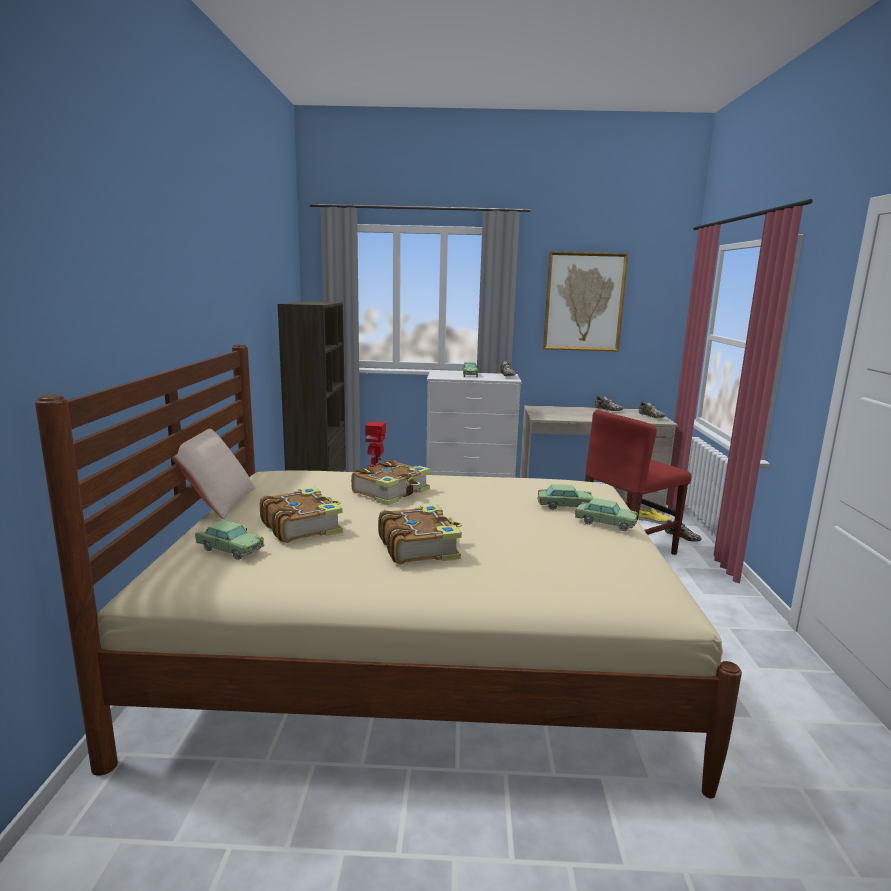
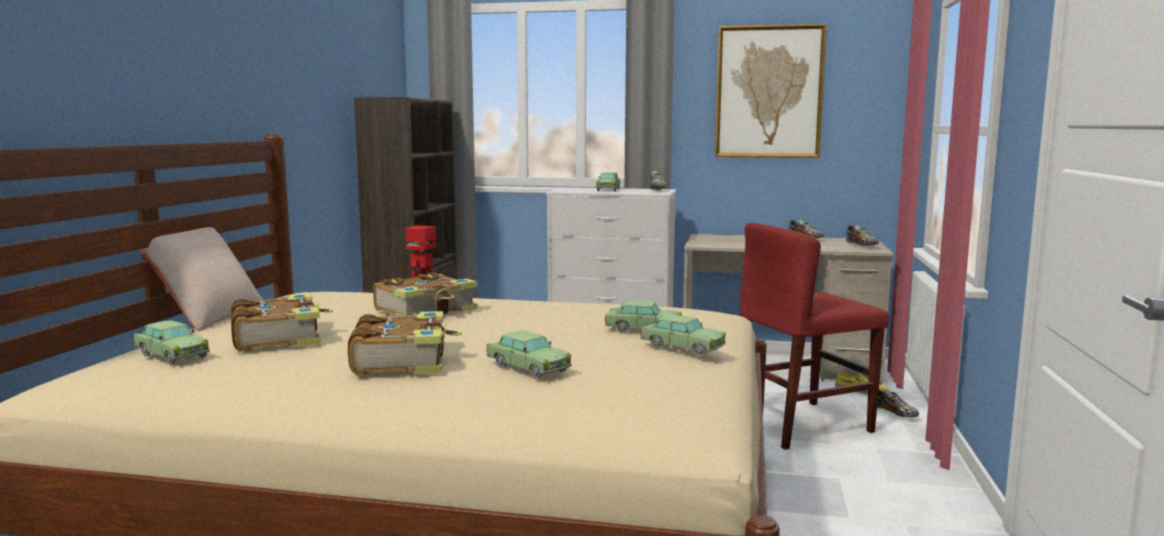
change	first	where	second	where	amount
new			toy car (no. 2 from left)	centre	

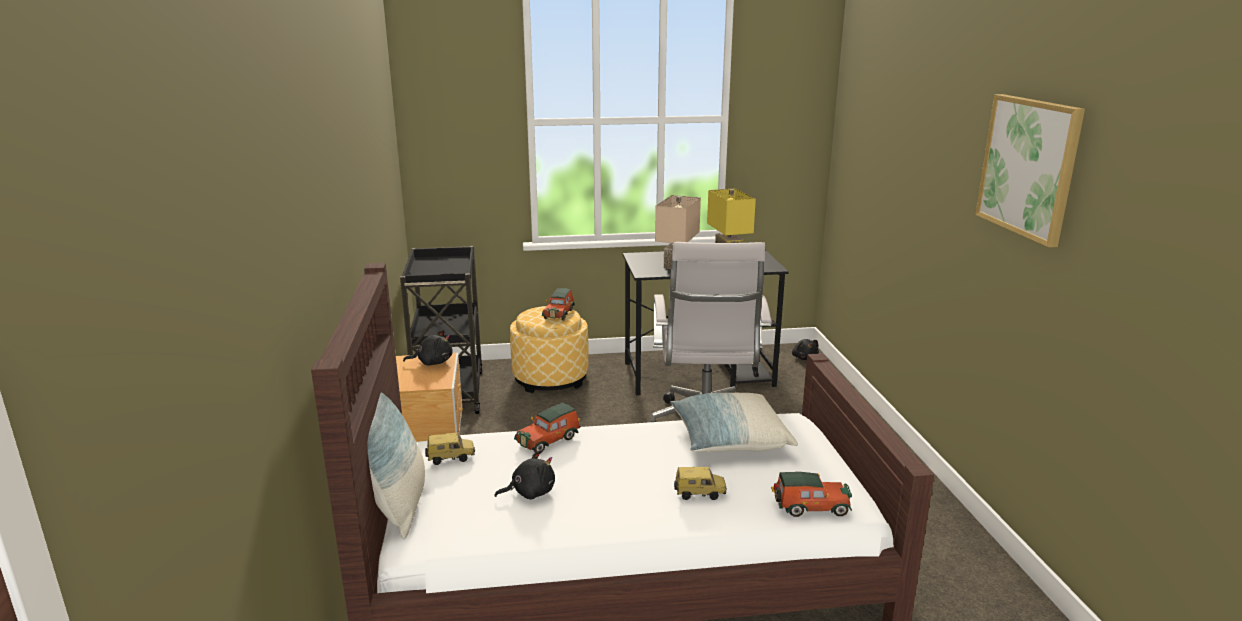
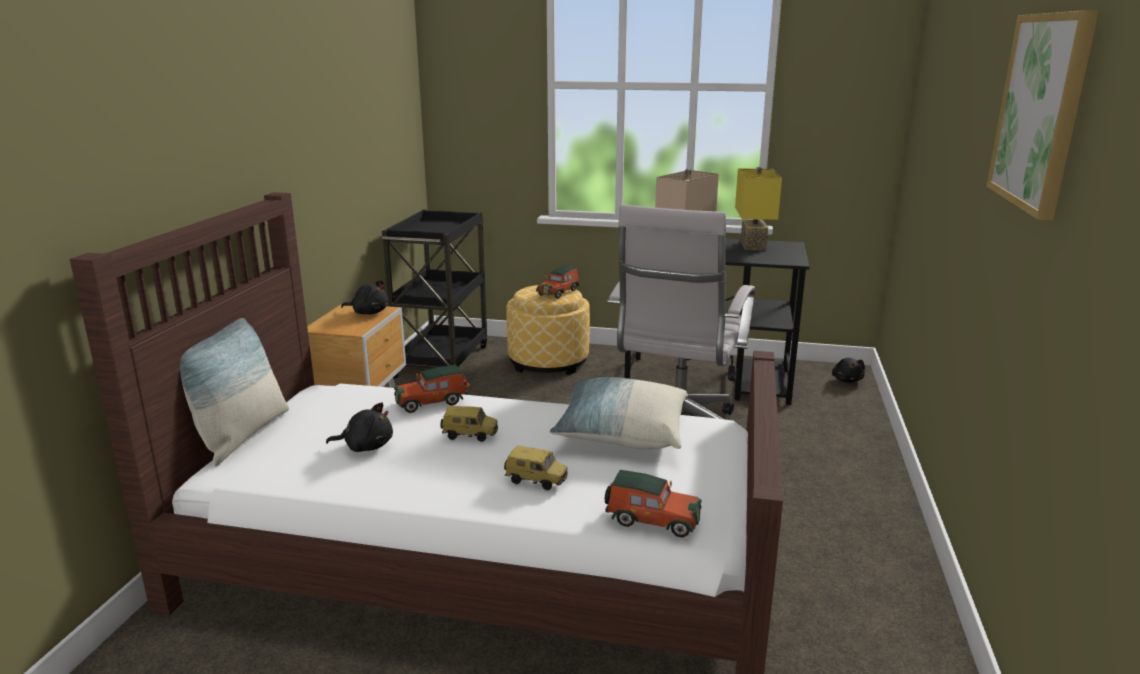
change	first	where	second	where	amount
shifted	toy car (no. 1 from left in the first image)	bottom centre	toy car (no. 2 from left)	centre	

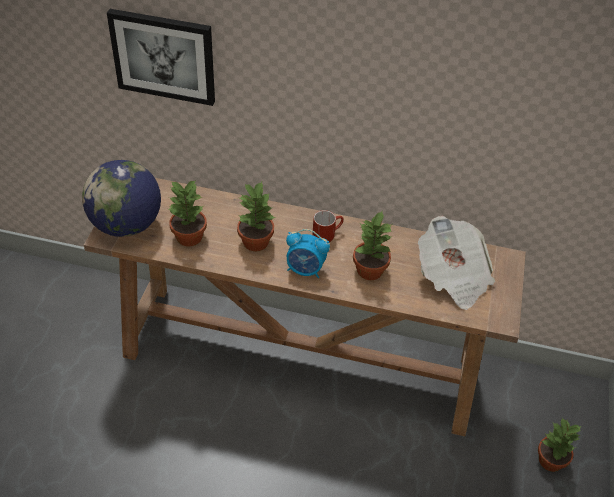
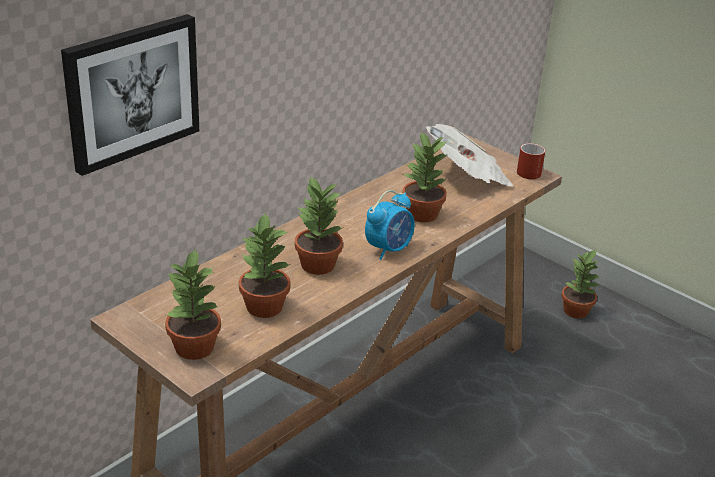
change	first	where	second	where	amount
shifted	red mug	centre		middle right	
swapped	globe	middle left	potted plant (no. 1 from left)	middle left	

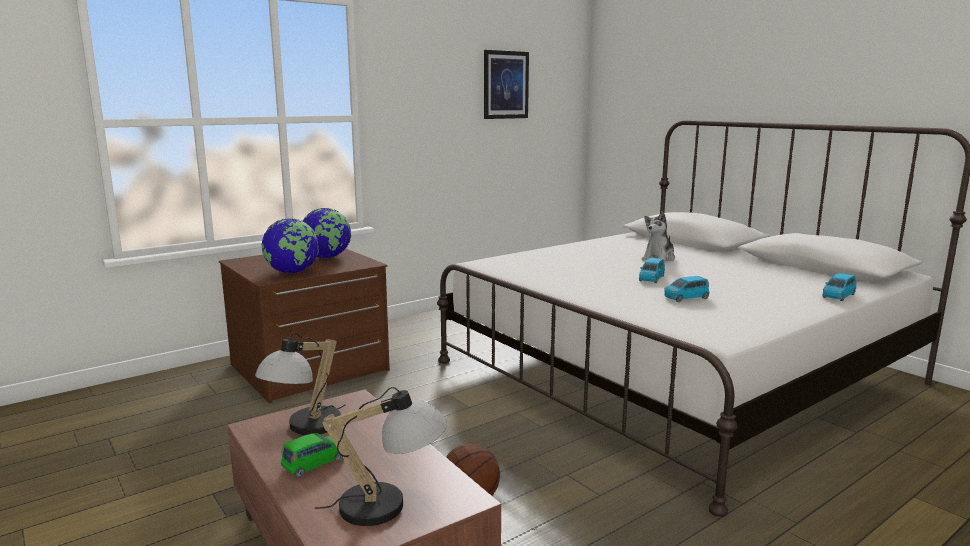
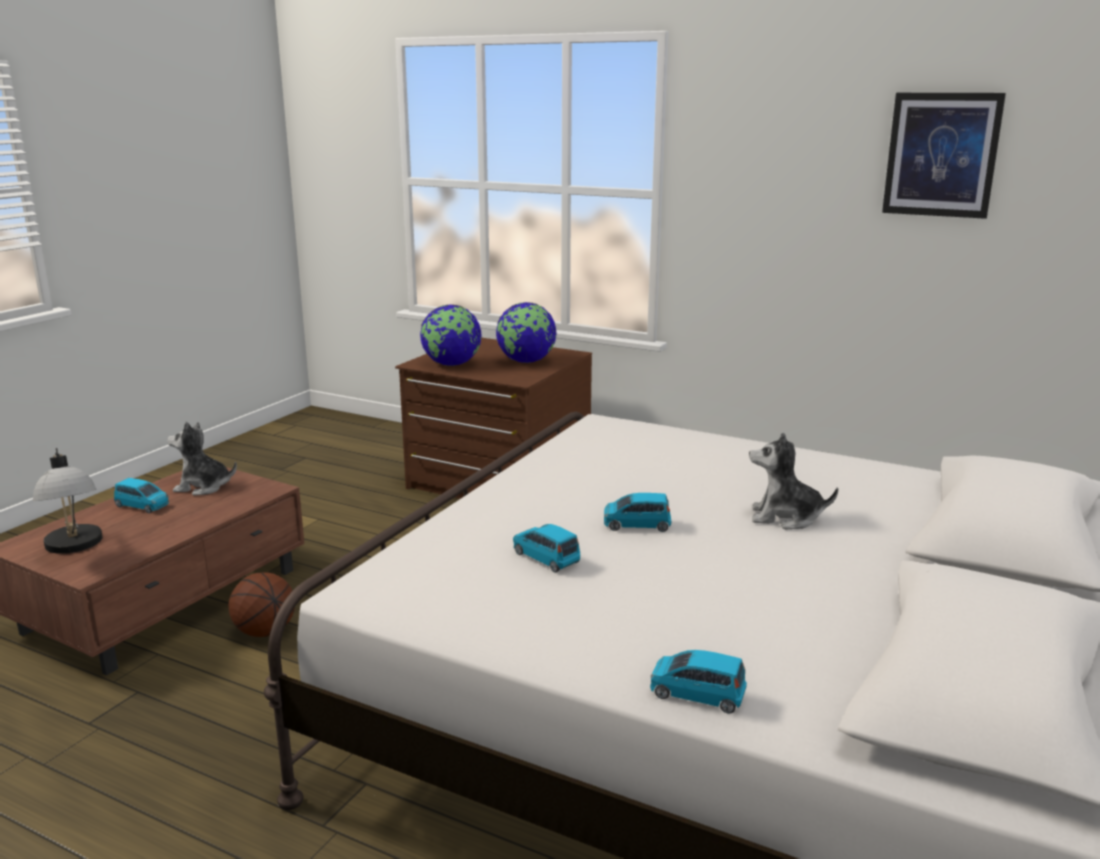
change	first	where	second	where	amount
swapped	table lamp (no. 1 from left)	bottom left	plush toy (no. 1 from left)	middle left	
repainted	green toy car	bottom left	blue toy car (no. 1 from left)	middle left	

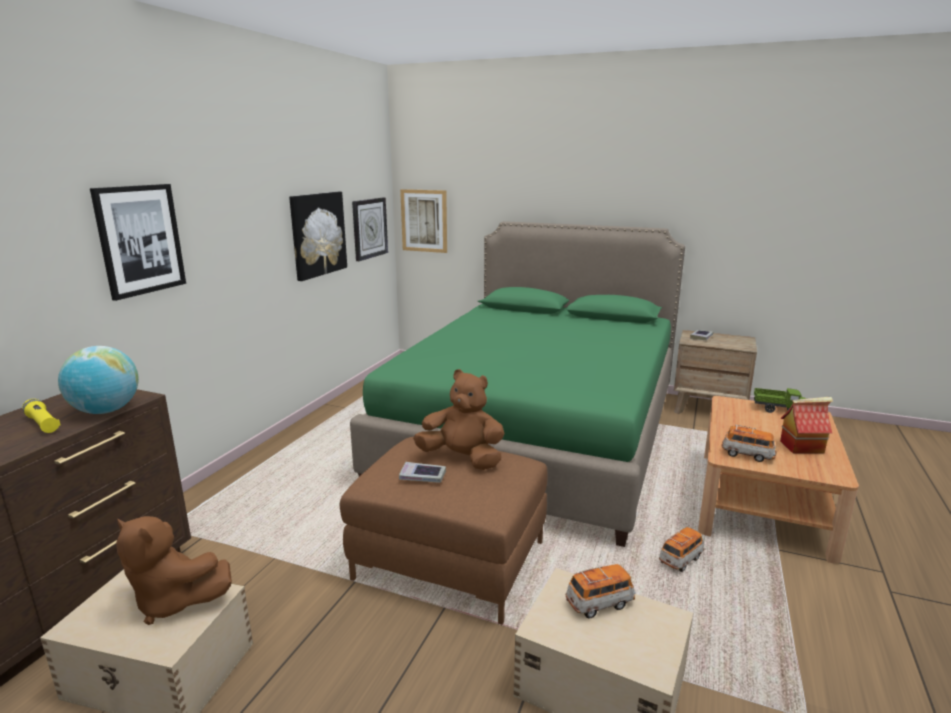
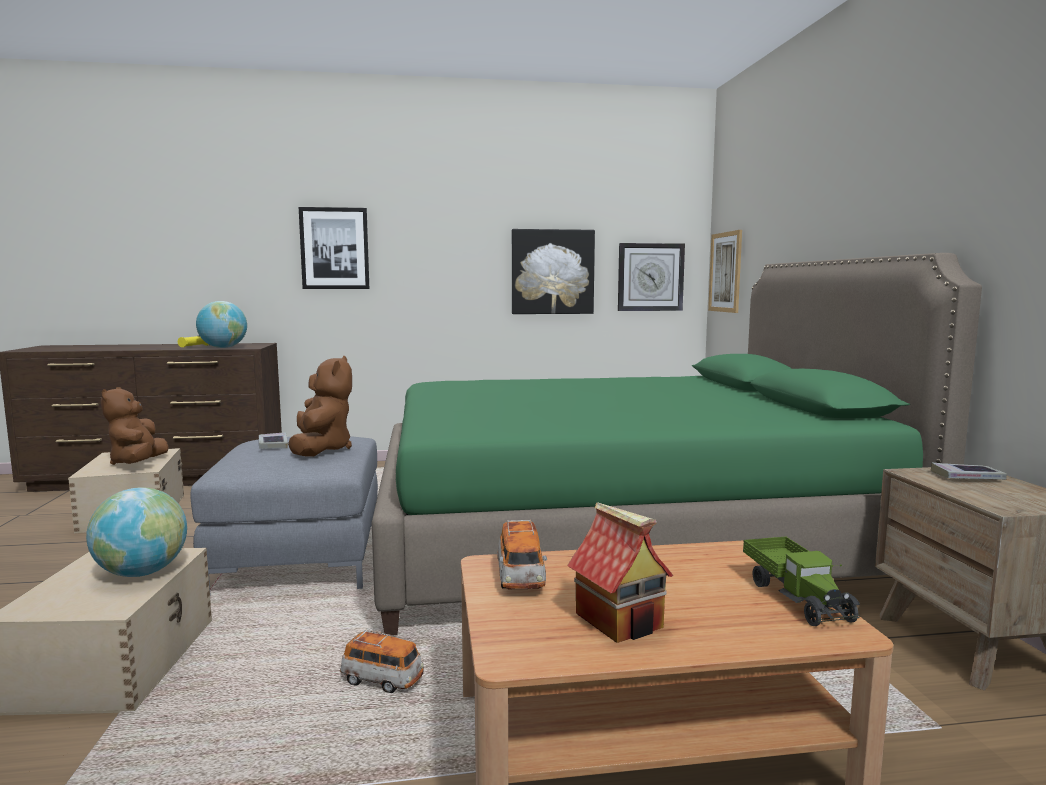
change	first	where	second	where	amount
swapped	toy car (no. 1 from left)	bottom centre	globe (no. 1 from left)	bottom left	
repainted	brown ottoman	bottom centre	grey ottoman	middle left	

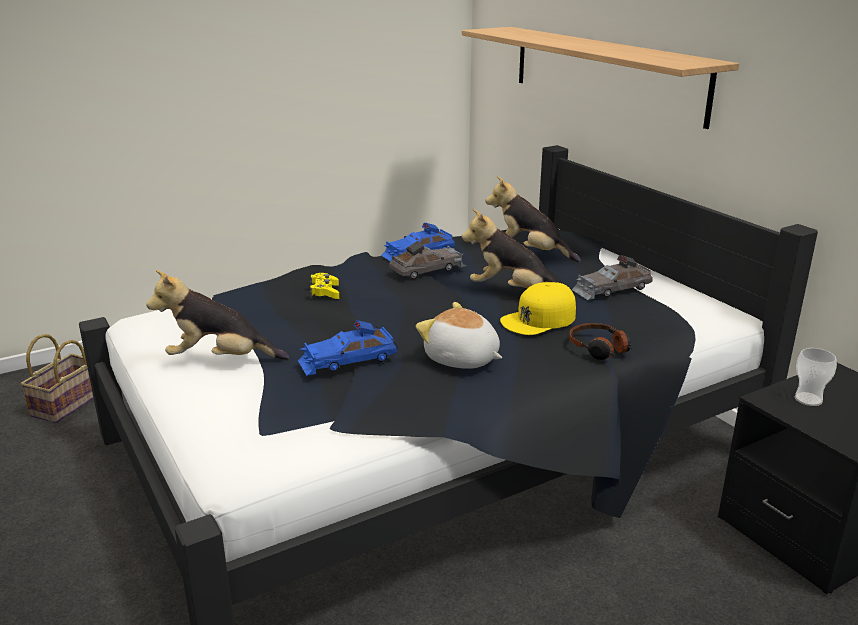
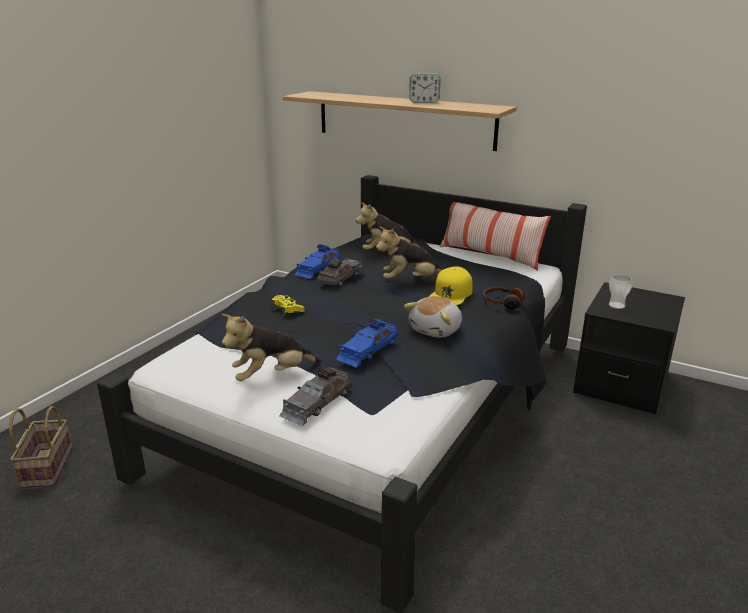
change	first	where	second	where	amount
new			alarm clock	top centre	
new			pillow	centre	
shifted	grey toy car (no. 2 from left in the first image)	middle right	grey toy car (no. 1 from left)	centre	
rotated	plush toy (no. 2 from left in the first image)	centre	plush toy (no. 4 from left)	centre	60 degrees counterclockwise

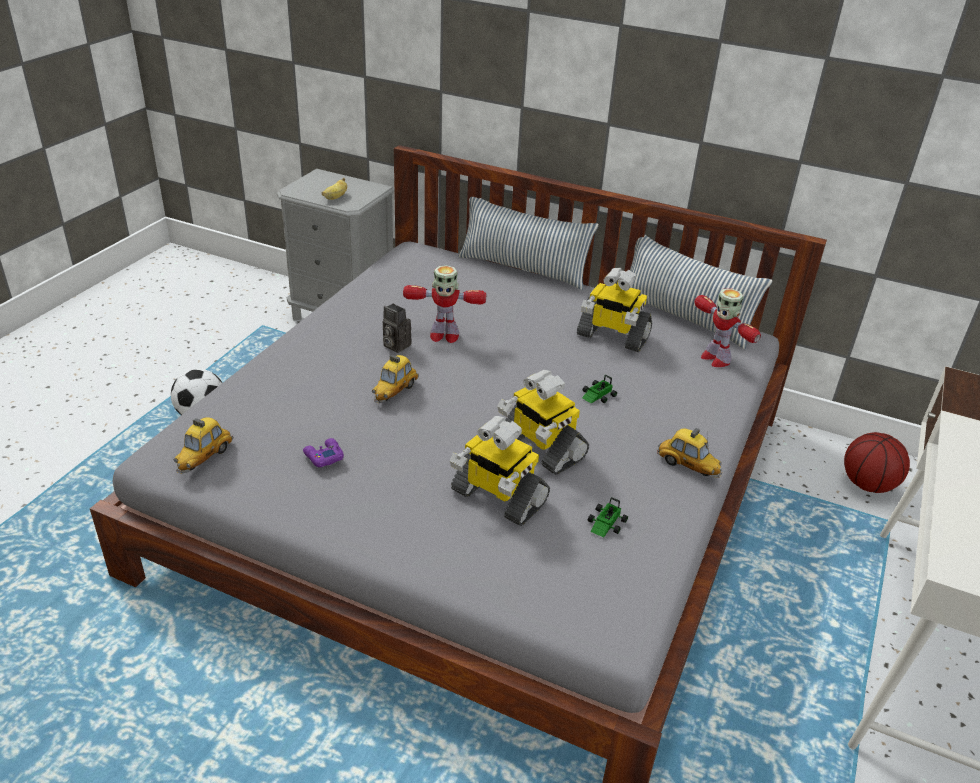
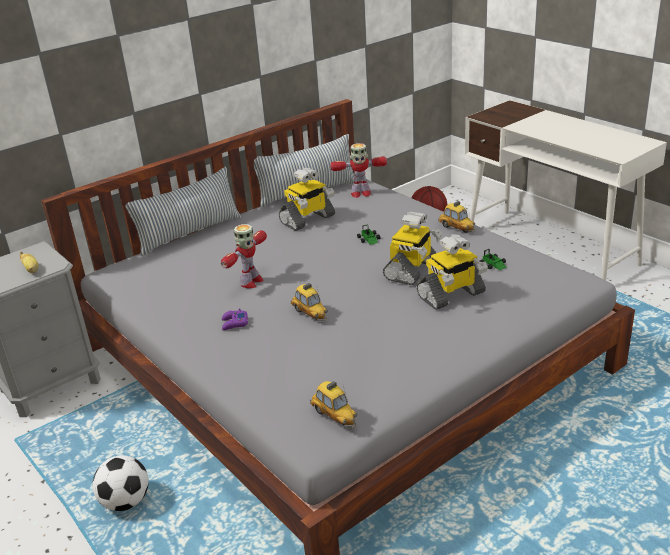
change	first	where	second	where	amount
gone	photo camera	centre			
shifted	purple game controller	middle left		centre	
rotated	toy robot (no. 3 from left in the first image)	centre	toy robot (no. 4 from left)	centre	45 degrees counterclockwise
rotated	toy car (no. 5 from left in the first image)	middle right	toy car (no. 4 from left)	middle right	75 degrees clockwise

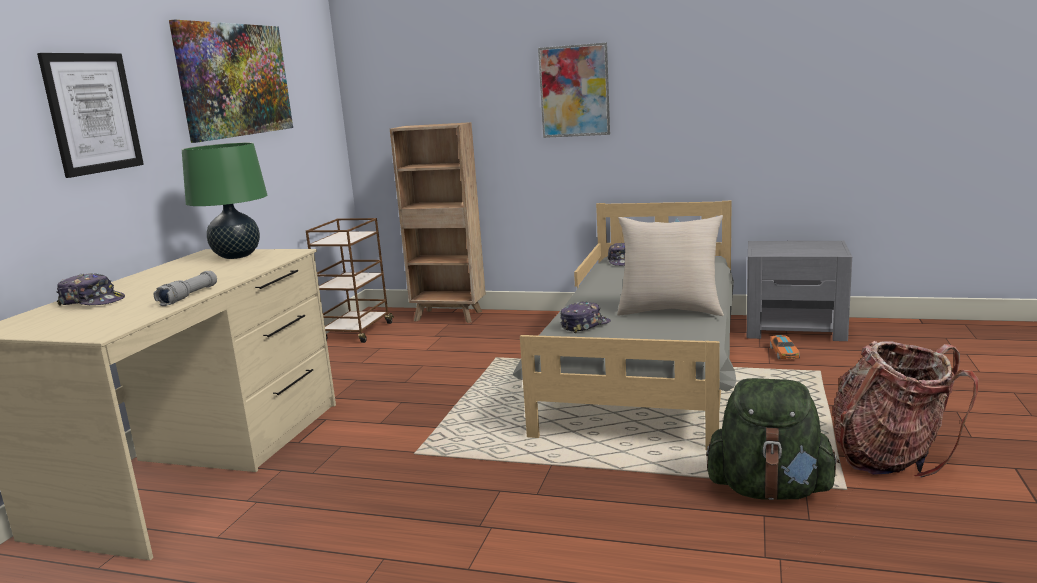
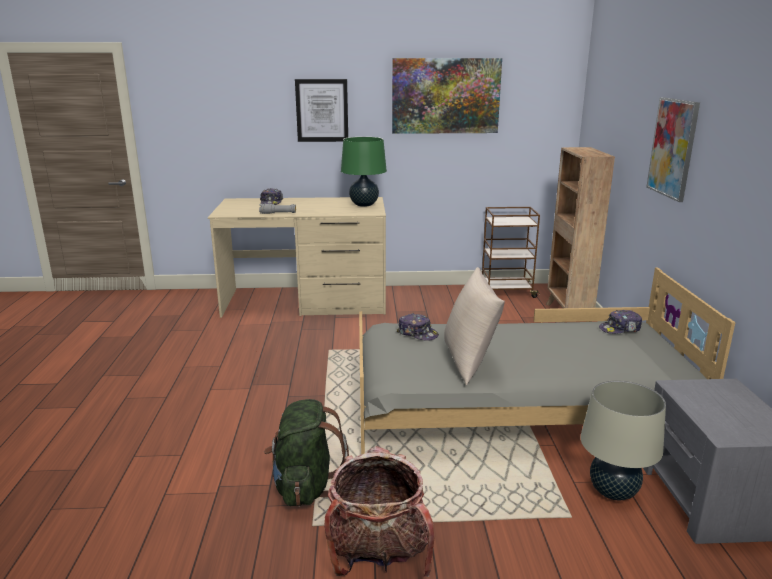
change	first	where	second	where	amount
swapped	toy car	middle right	beige table lamp	bottom right	

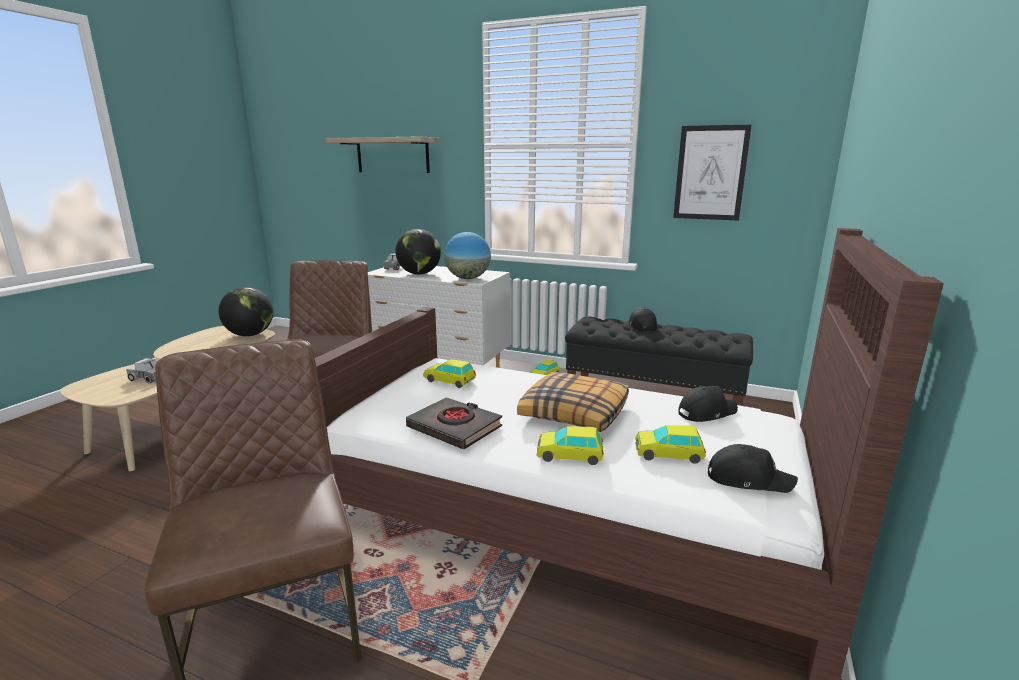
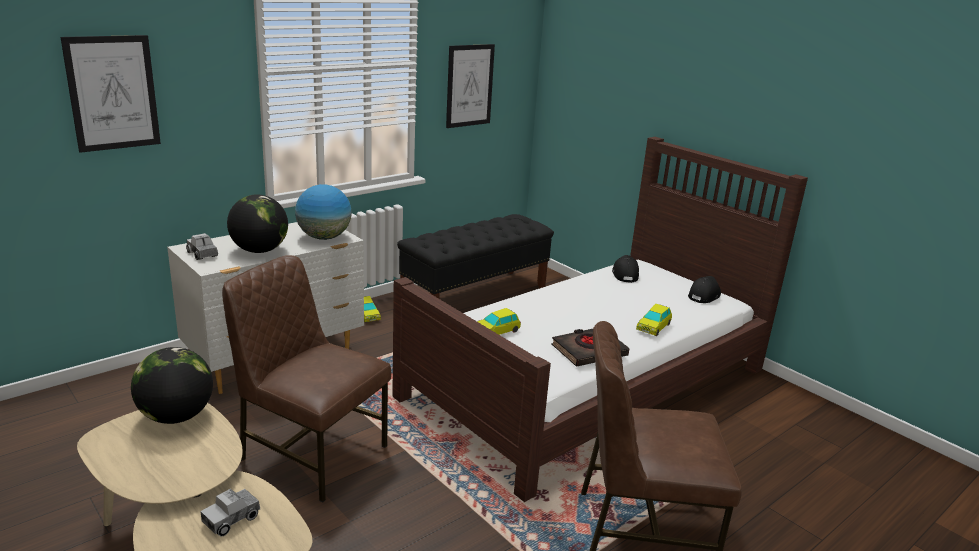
change	first	where	second	where	amount
gone	pillow	centre			
gone	black cap (no. 1 from left)	centre			
gone	toy car (no. 4 from left)	centre			
swapped	shelf	top centre	picture (no. 1 from left)	top left	

